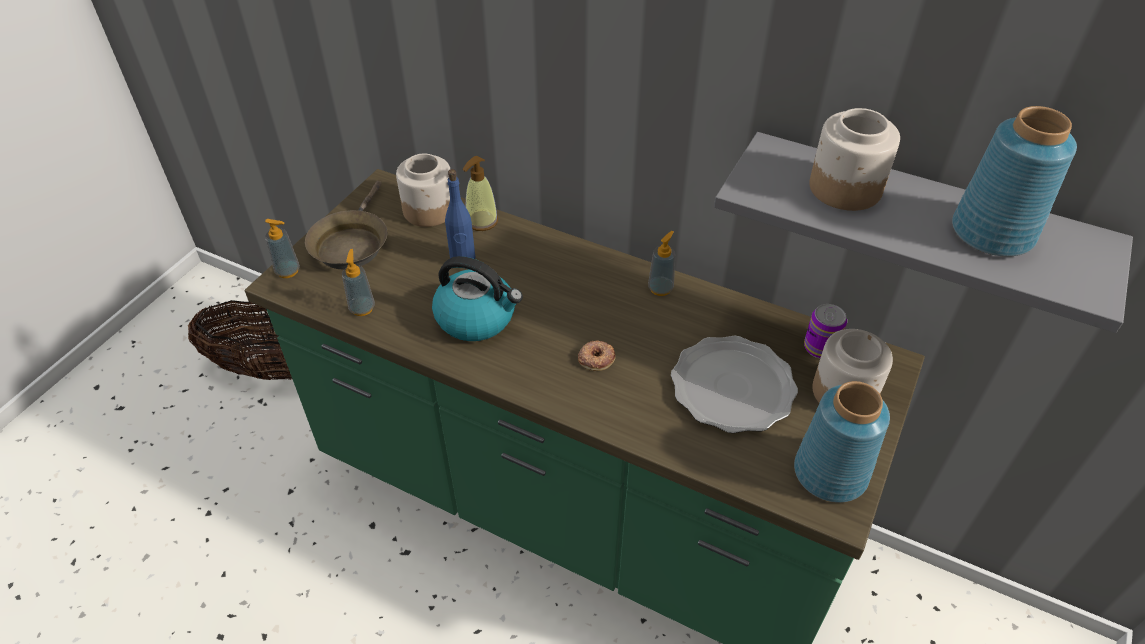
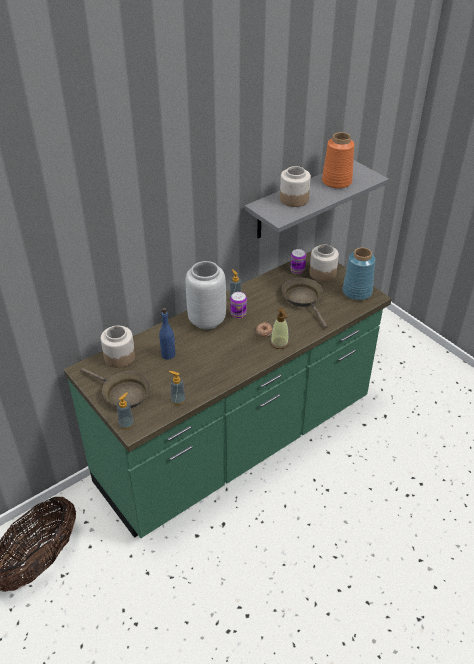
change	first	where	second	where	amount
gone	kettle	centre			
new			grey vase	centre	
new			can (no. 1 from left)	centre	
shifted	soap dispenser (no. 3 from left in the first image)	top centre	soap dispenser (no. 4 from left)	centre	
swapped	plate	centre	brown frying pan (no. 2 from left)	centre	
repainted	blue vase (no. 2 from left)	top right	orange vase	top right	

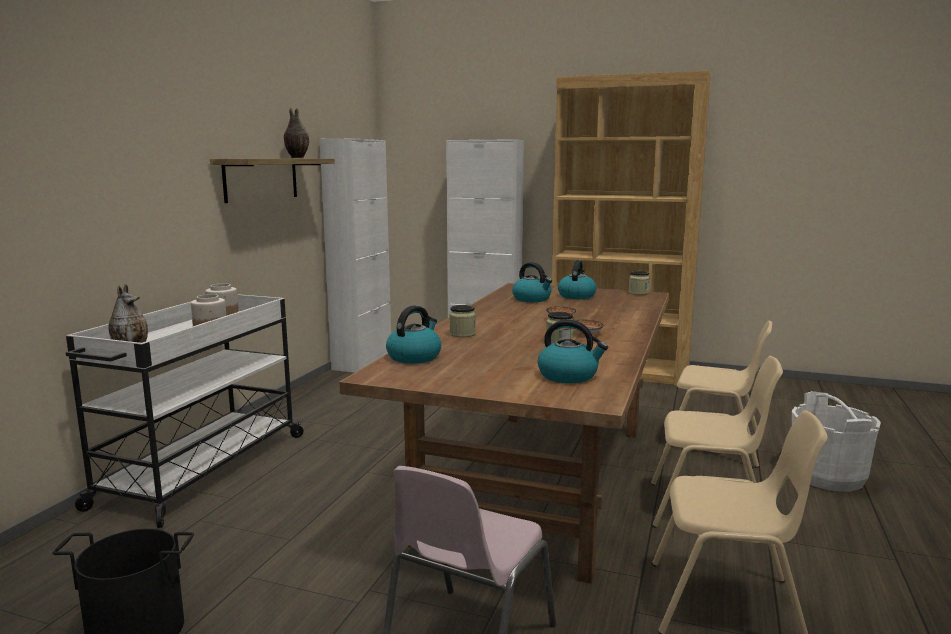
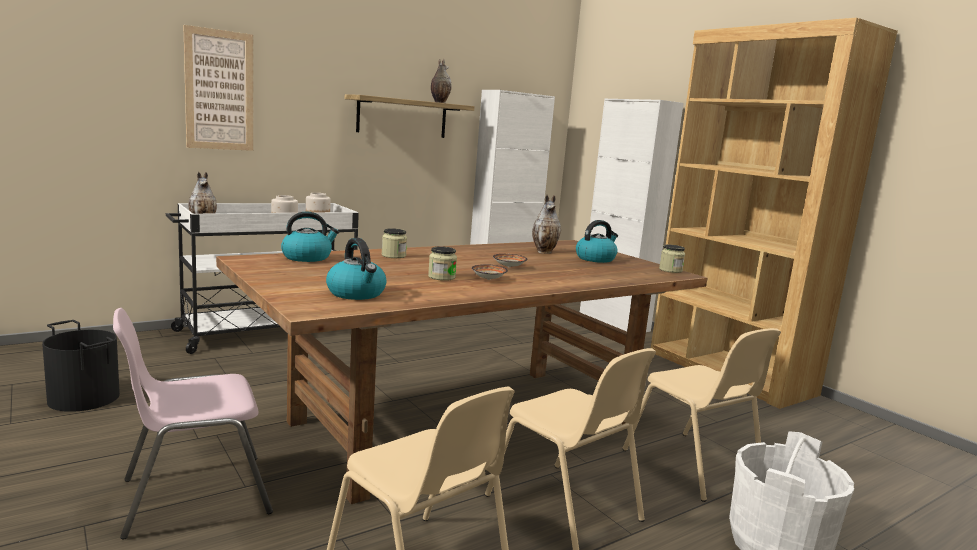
change	first	where	second	where	amount
new			picture	top left	
swapped	kettle (no. 2 from left)	centre	vase (no. 3 from left)	centre	

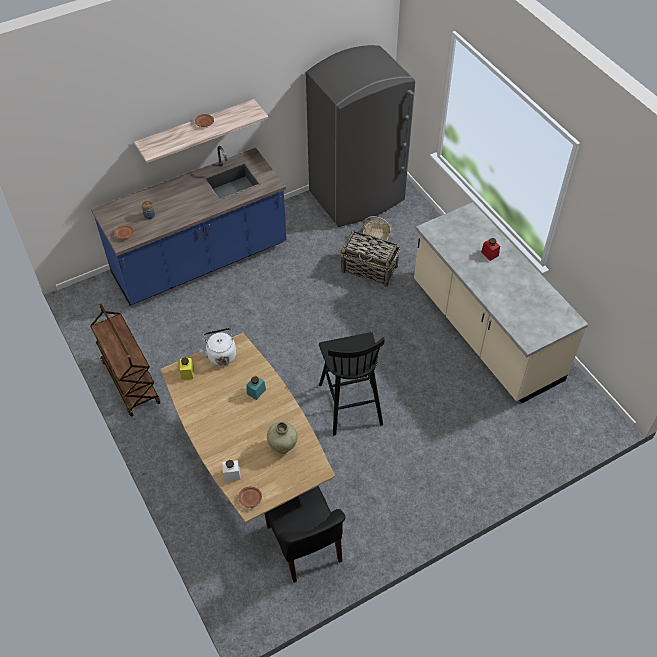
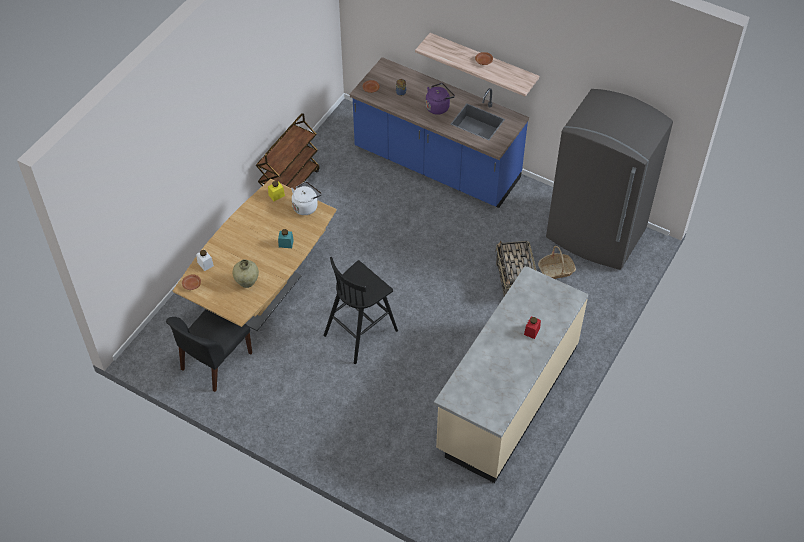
change	first	where	second	where	amount
new			purple kettle	top centre	

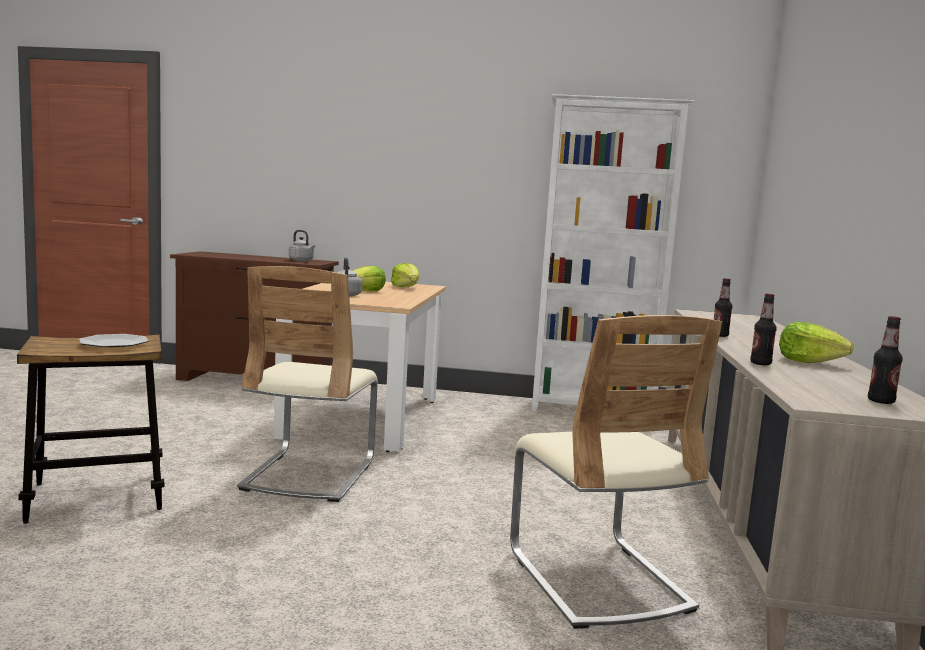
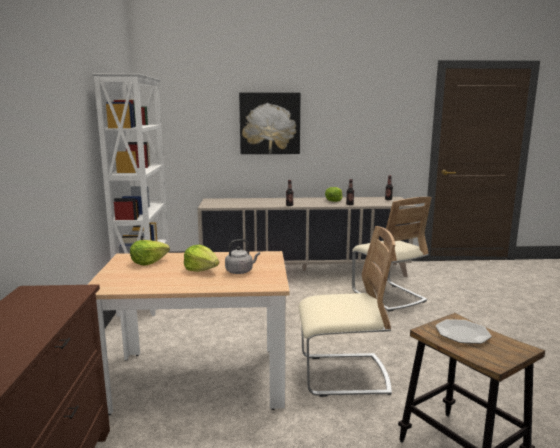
change	first	where	second	where	amount
gone	grey kettle (no. 1 from left)	middle left			
new			picture	top centre	
rotated	beige chair (no. 2 from left)	bottom centre		middle right	90 degrees clockwise

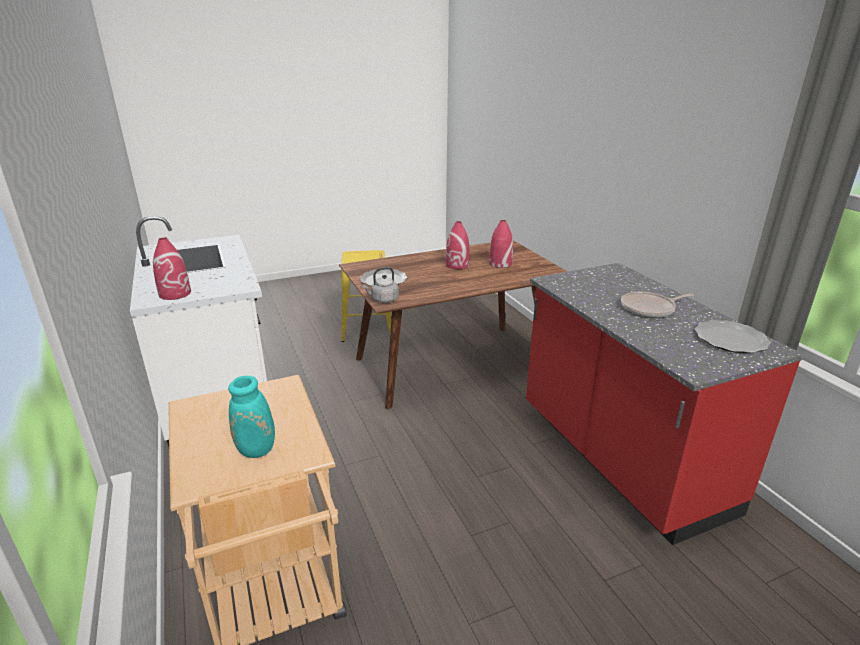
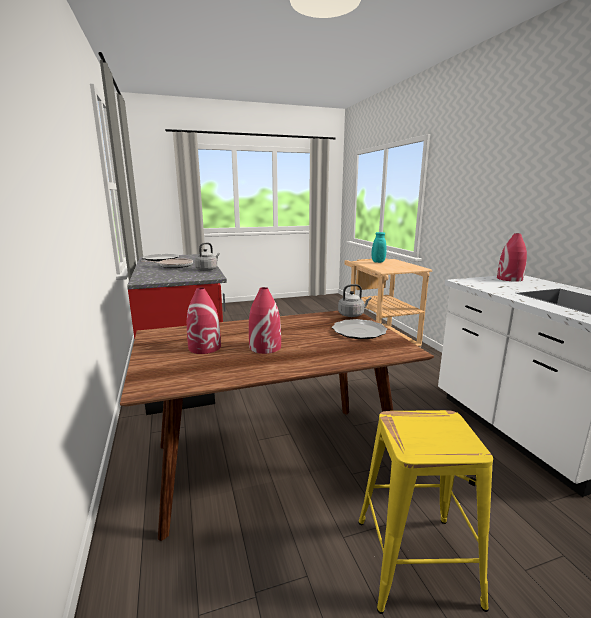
change	first	where	second	where	amount
new			grey kettle (no. 1 from left)	centre	

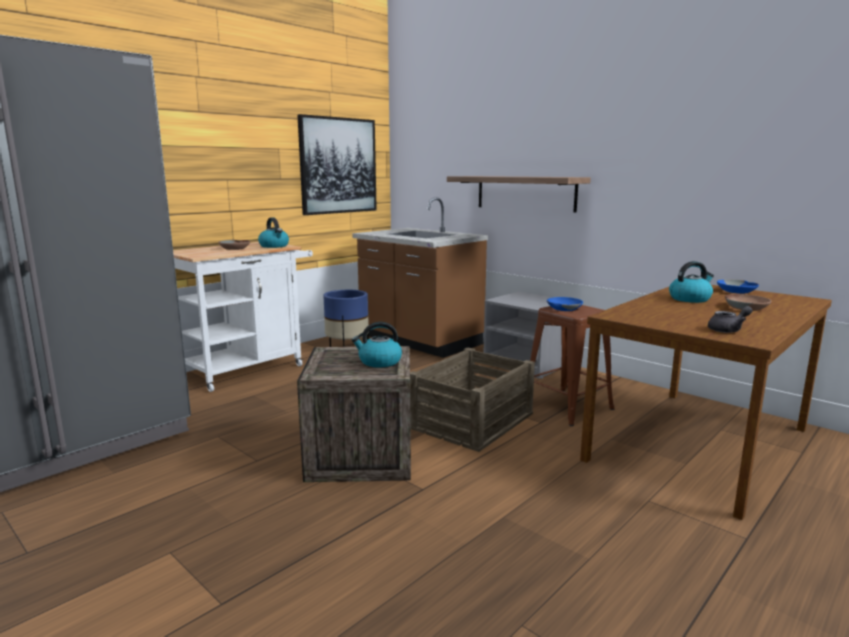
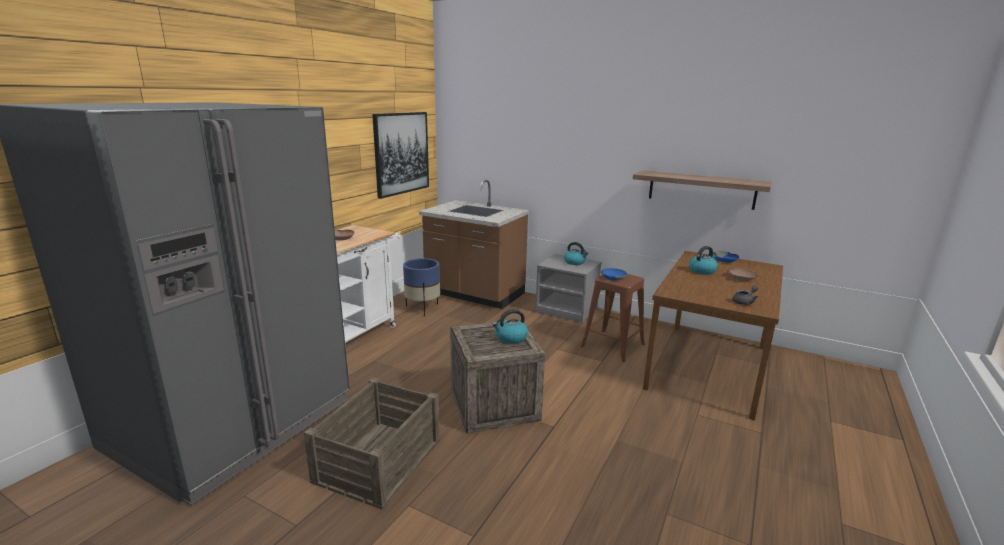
change	first	where	second	where	amount
shifted	kettle (no. 1 from left in the first image)	middle left	kettle (no. 2 from left)	centre	
shifted	crate (no. 2 from left in the first image)	centre	crate (no. 1 from left)	bottom centre	
shifted	shelf	top centre		middle right	

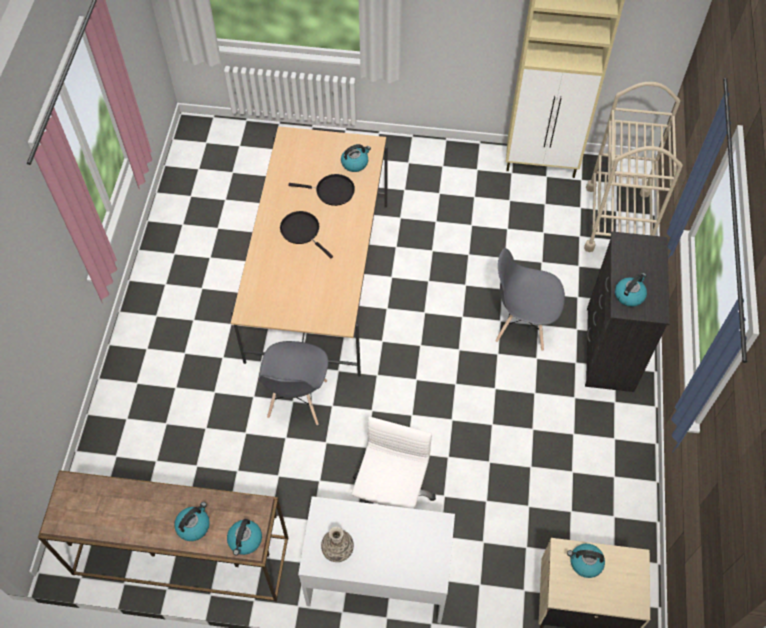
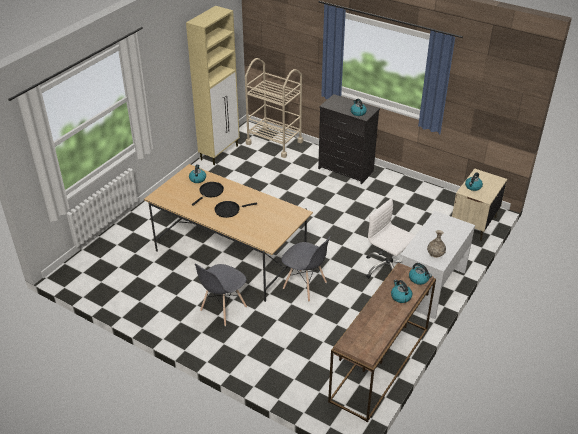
change	first	where	second	where	amount
shifted	grey chair (no. 2 from left in the first image)	middle right	grey chair (no. 1 from left)	bottom centre	

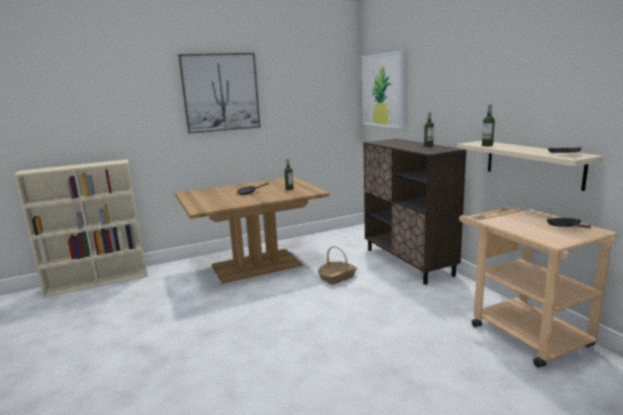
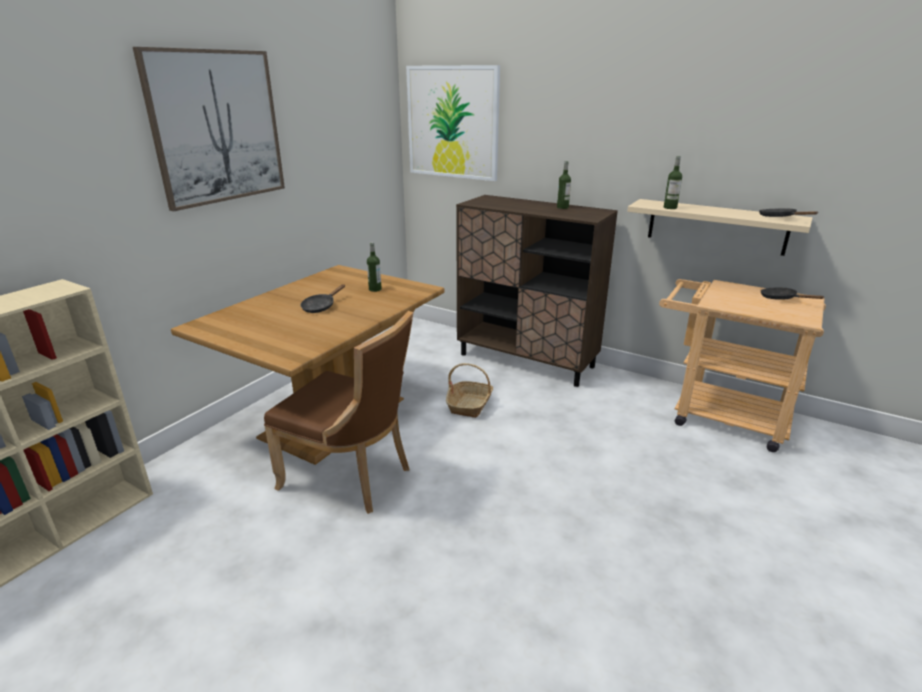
change	first	where	second	where	amount
new			brown chair	centre	

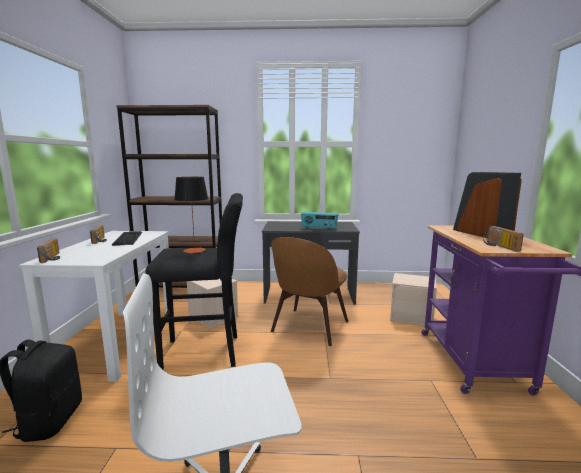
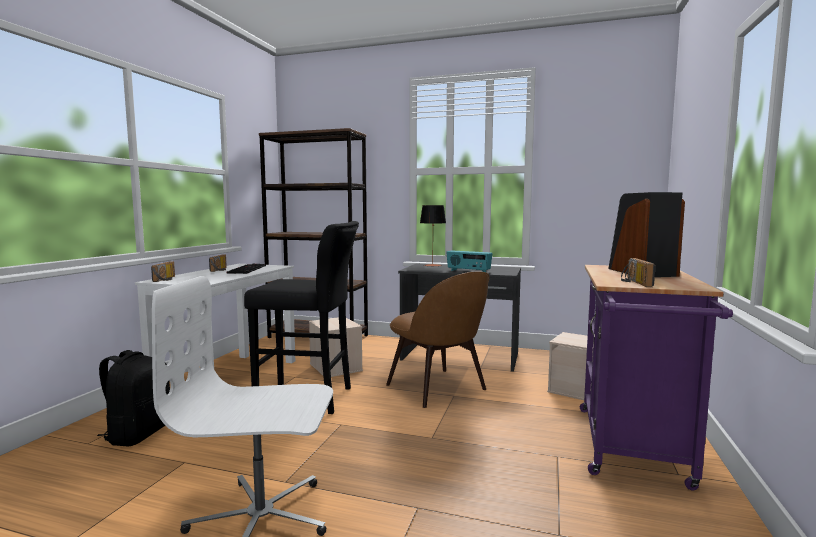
change	first	where	second	where	amount
shifted	table lamp	middle left		centre	
rotated	brown chair	centre		centre	75 degrees counterclockwise

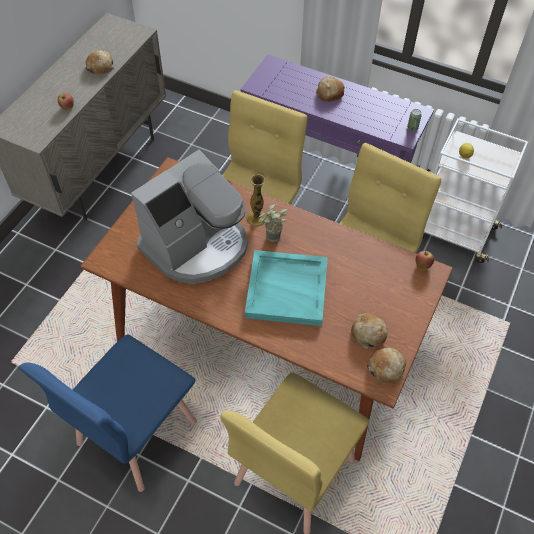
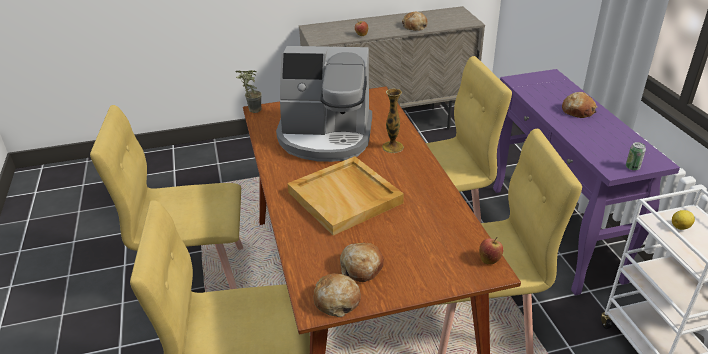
change	first	where	second	where	amount
shifted	potted plant	centre		top centre	
repainted	blue chair	bottom left	yellow chair (no. 1 from left)	middle left	
repainted	turquoise tray	centre	beige tray	centre	

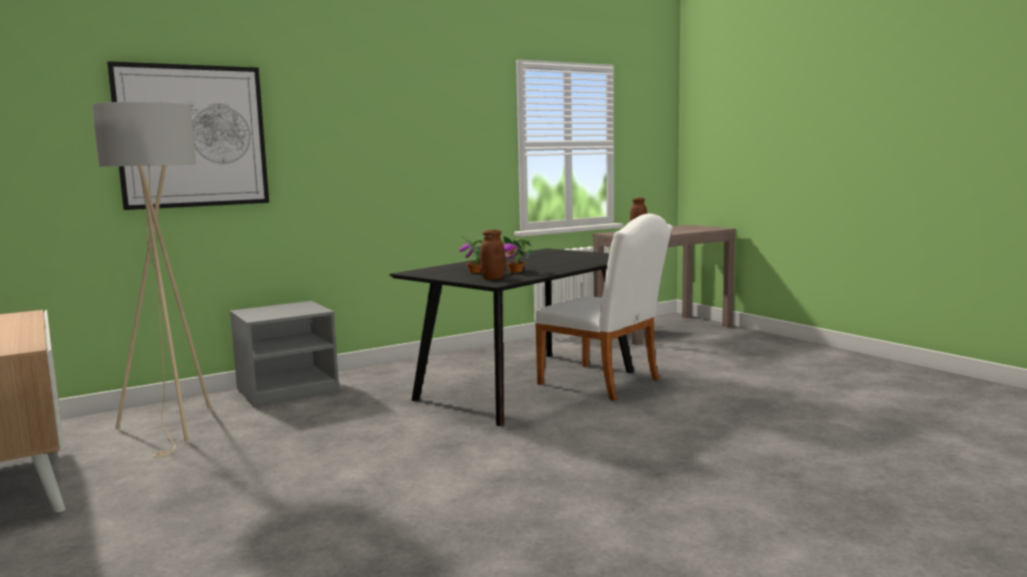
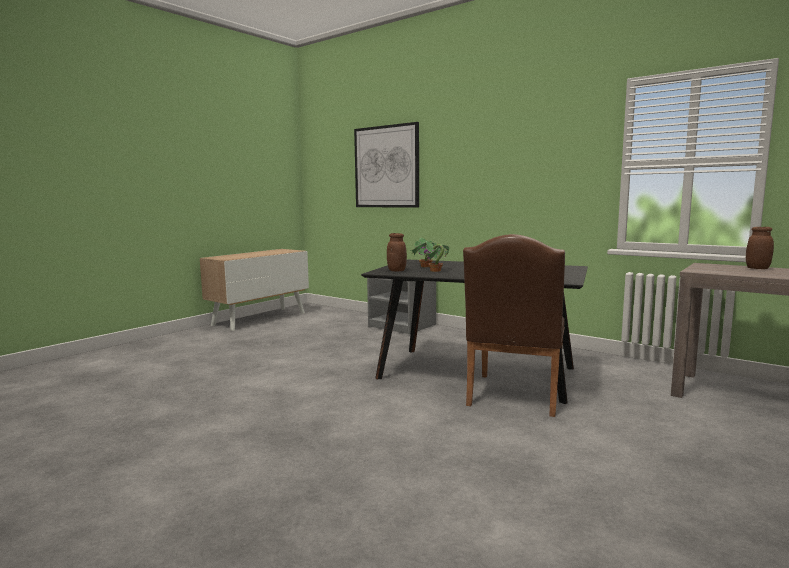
change	first	where	second	where	amount
gone	beige floor lamp	middle left			
repainted	white chair	centre	brown chair	centre	

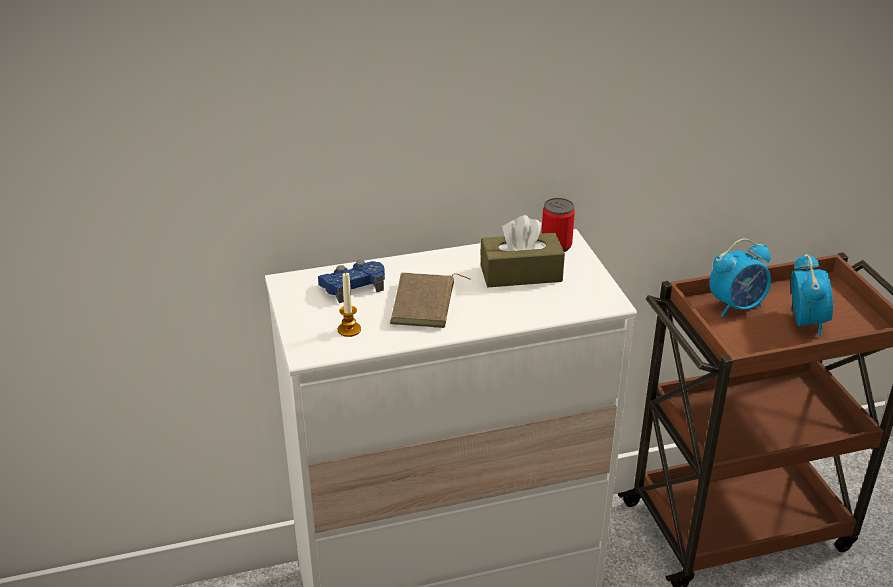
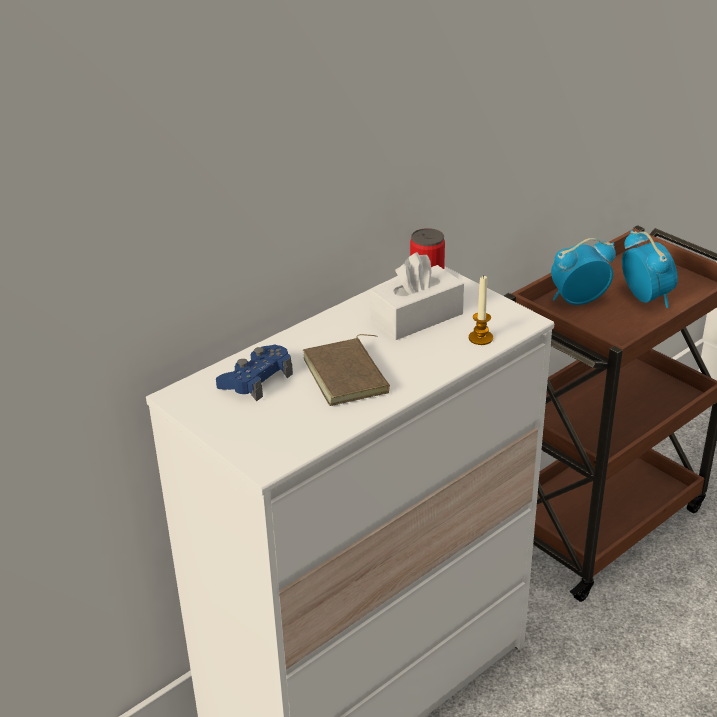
change	first	where	second	where	amount
shifted	candle	centre		middle right	
repainted	brown tissue box	centre	white tissue box	centre	
rotated	alarm clock (no. 1 from left)	middle right		middle right	150 degrees counterclockwise

